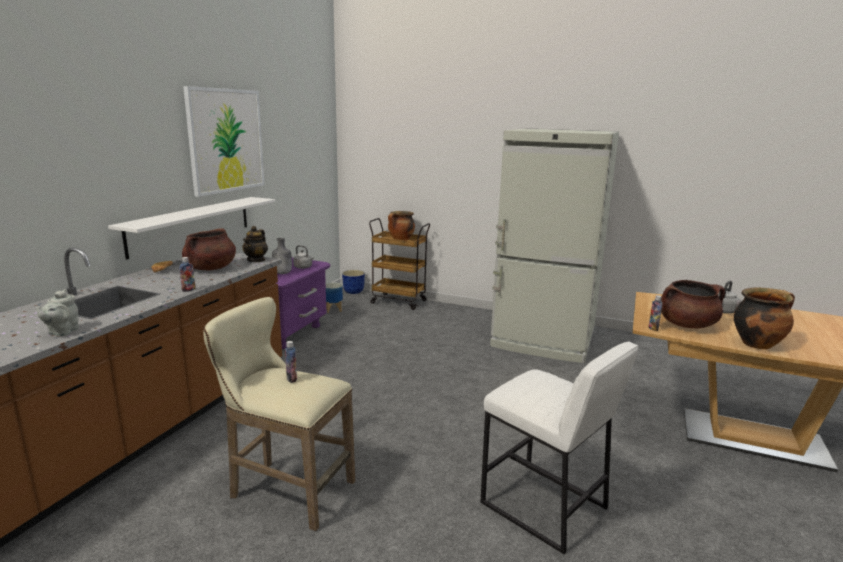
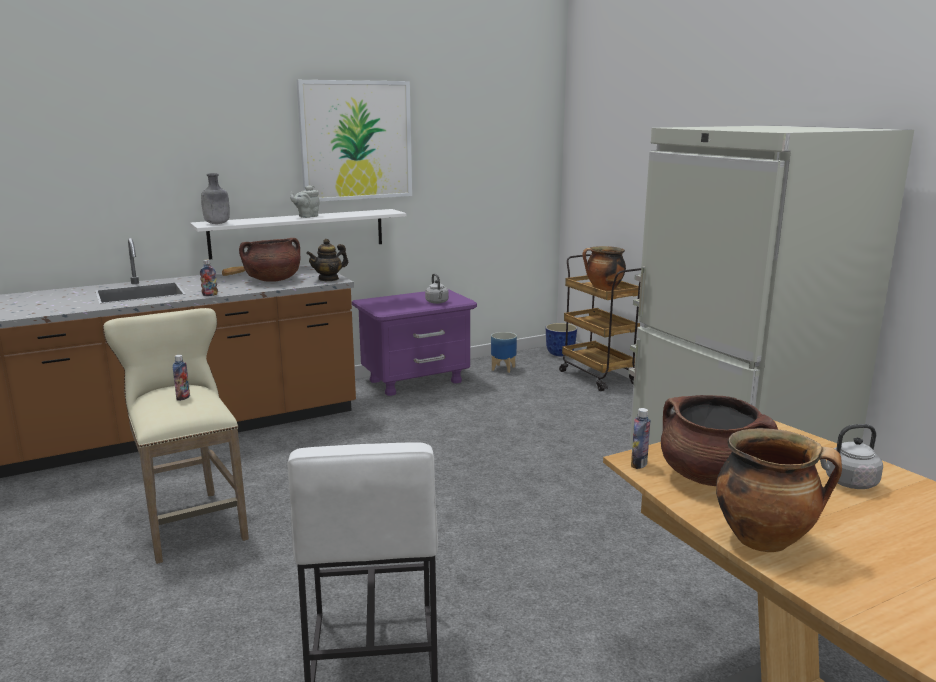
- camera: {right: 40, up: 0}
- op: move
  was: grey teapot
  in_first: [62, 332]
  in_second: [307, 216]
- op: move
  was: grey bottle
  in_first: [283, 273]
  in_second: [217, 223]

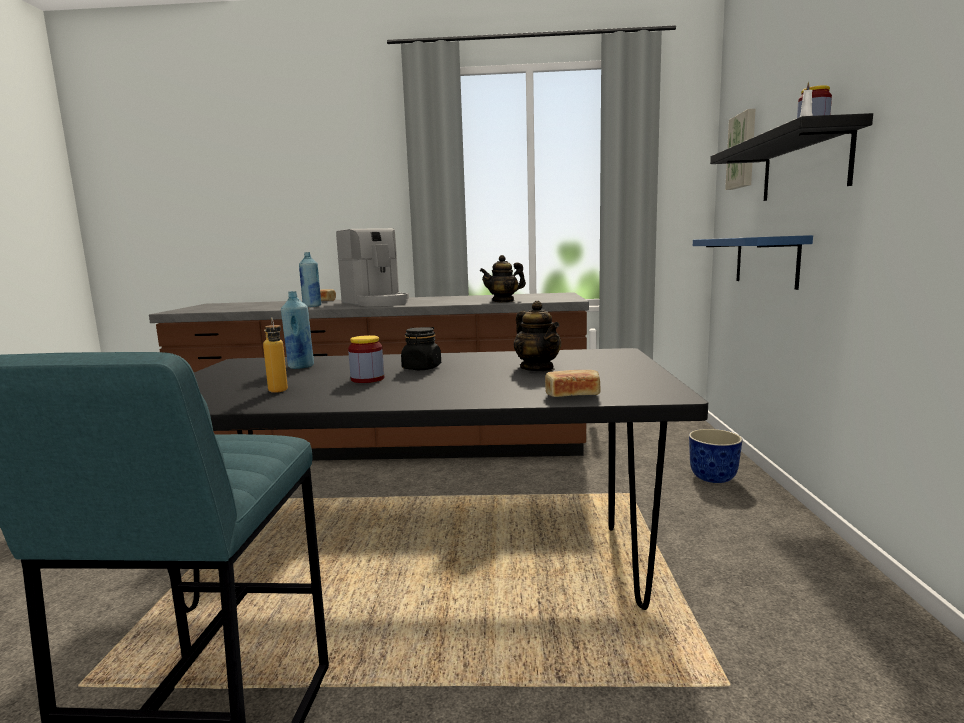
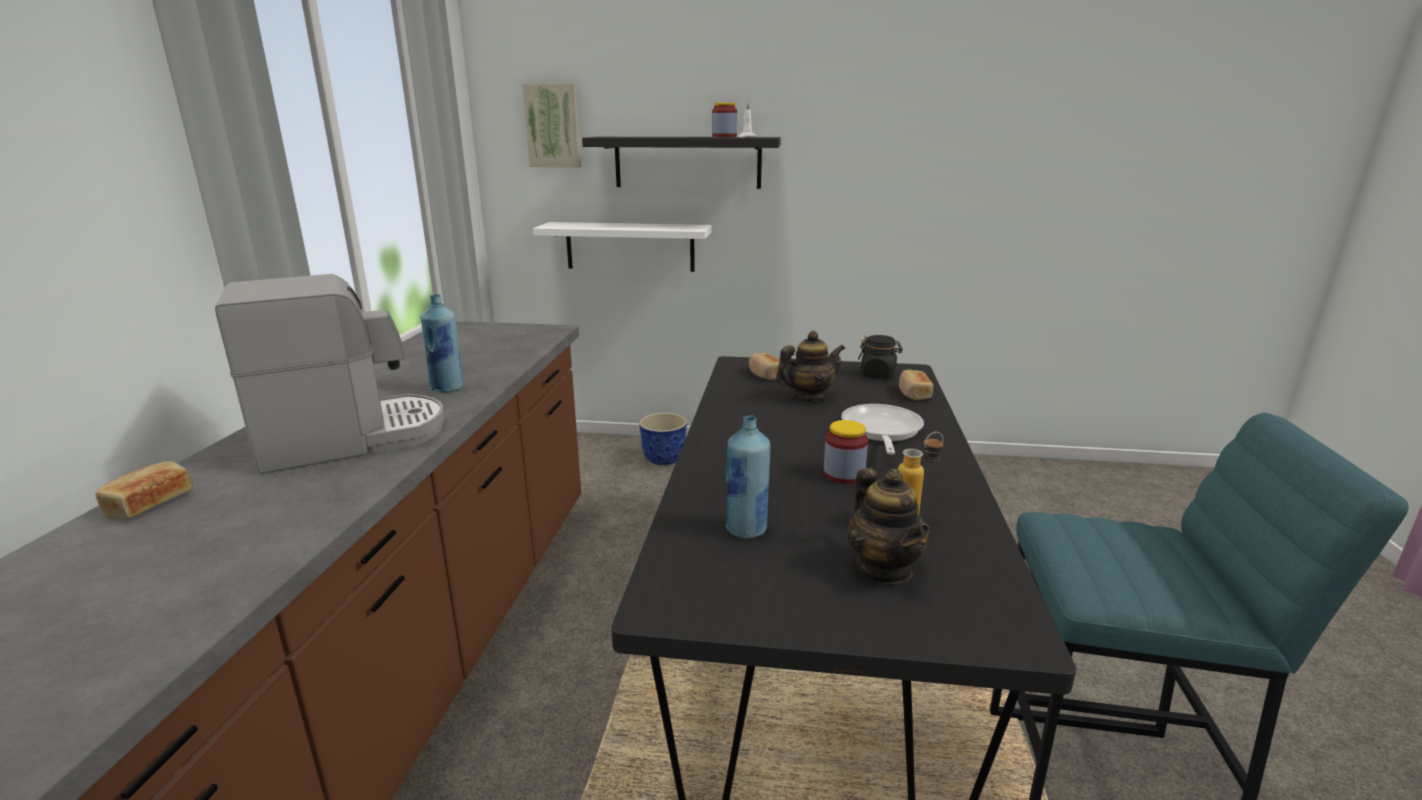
- camera: {right: -85, up: 10}
- op: insert
  now: bread
  in_second: [765, 374]
- op: insert
  now: frying pan
  in_second: [881, 431]
- op: move
  was: blue bottle
  in_first: [312, 306]
  in_second: [447, 388]
- op: move
  was: black jar
  in_first: [421, 368]
  in_second: [878, 374]
- op: move
  was: teapot
  in_first: [503, 301]
  in_second: [884, 568]
- op: recolor
  was: blue shelf
  now: white shelf
  in_first: [766, 261]
  in_second: [630, 246]

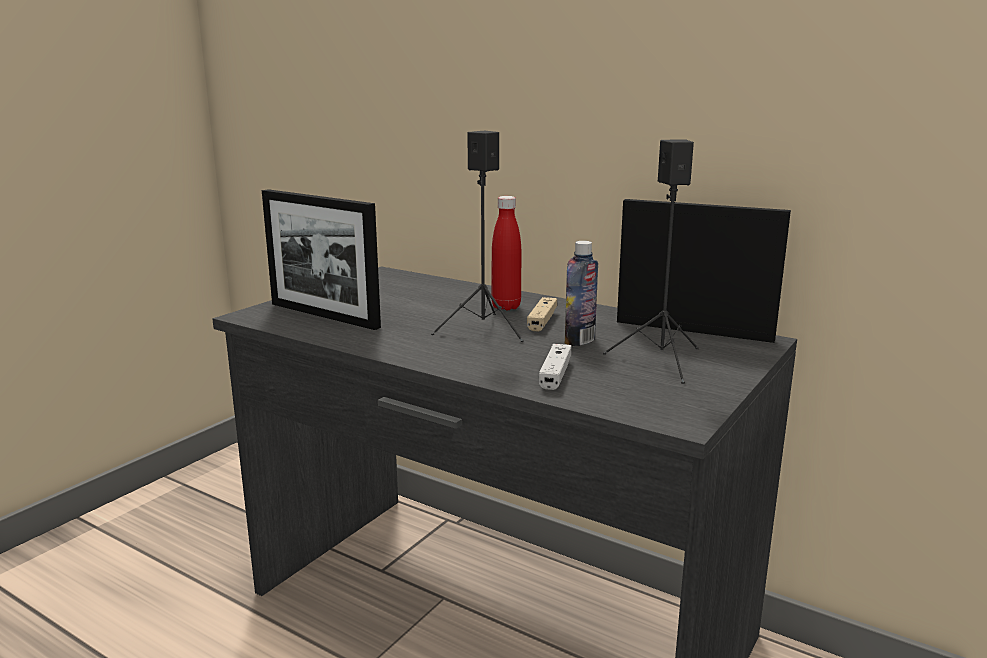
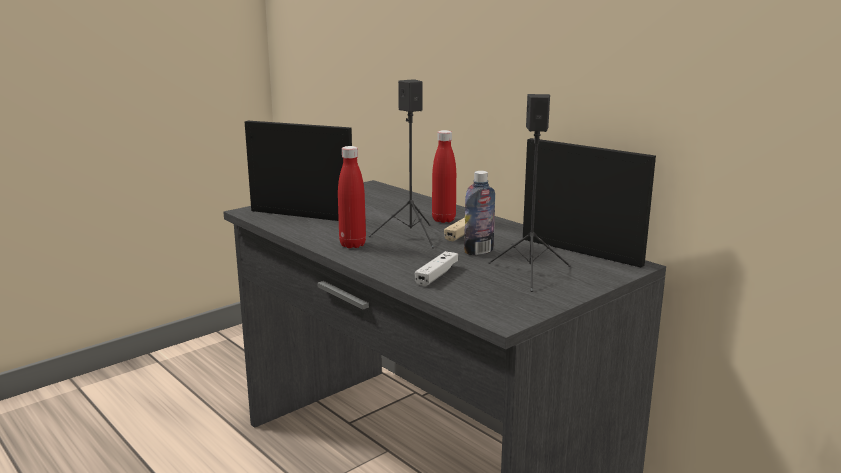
- camera: {right: 15, up: 0}
- op: insert
  now: red bottle
  in_second: [352, 245]
- op: rotate
  was: picture frame
  in_first: [324, 315]
  in_second: [301, 215]
  clockwise: 150

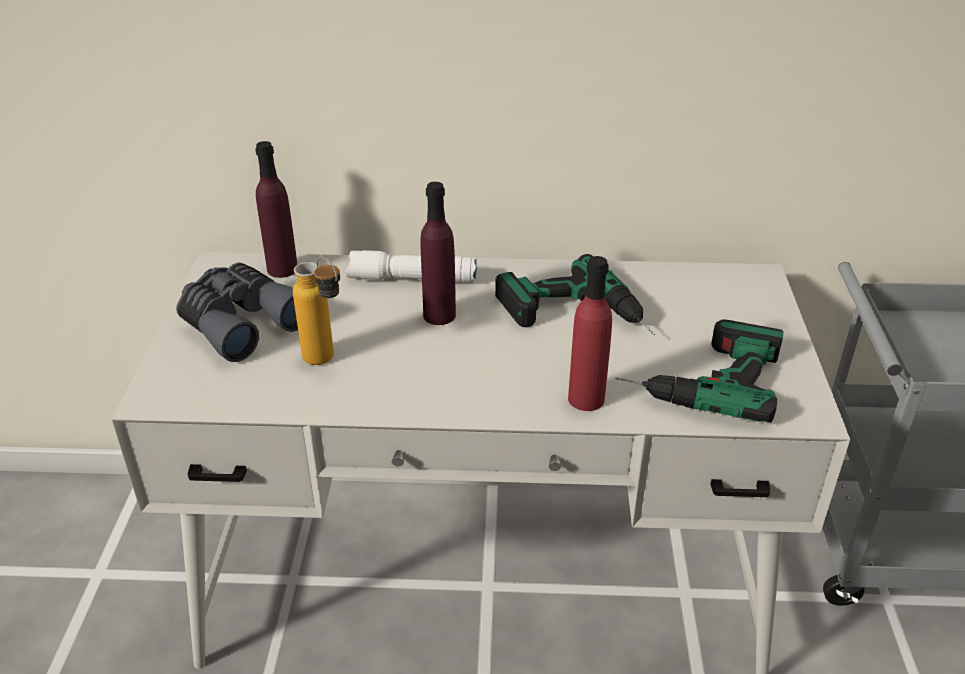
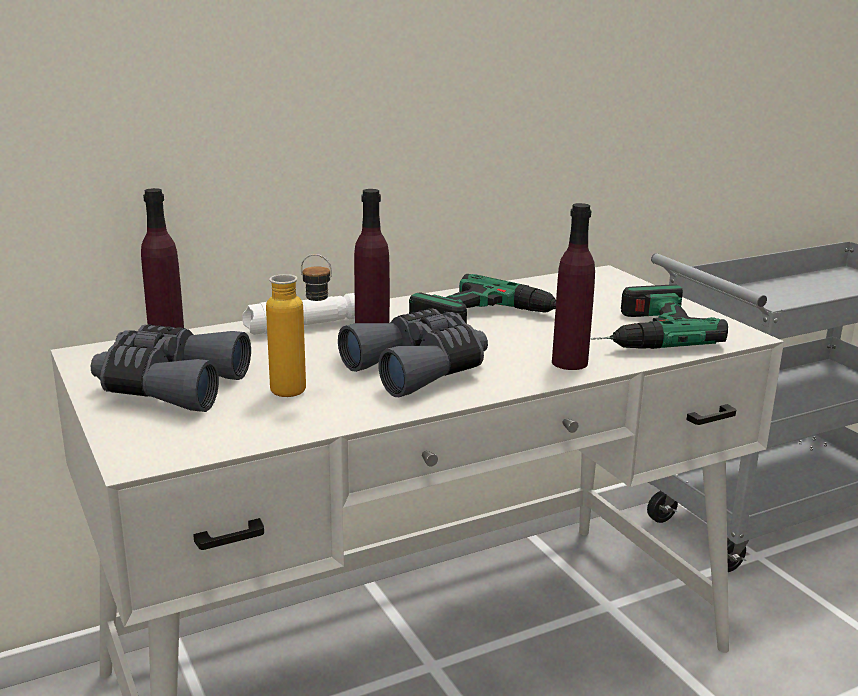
- camera: {right: -30, up: -15}
- op: insert
  now: grey binoculars
  in_second: [419, 369]
- op: recolor
  was: red bottle
  now: purple bottle
  in_first: [586, 399]
  in_second: [569, 363]

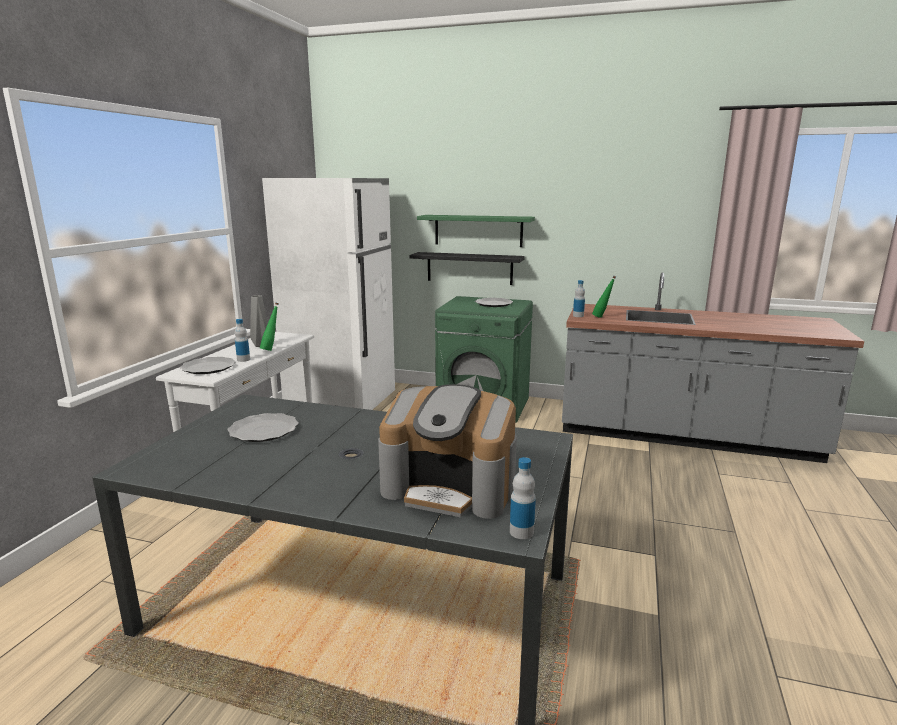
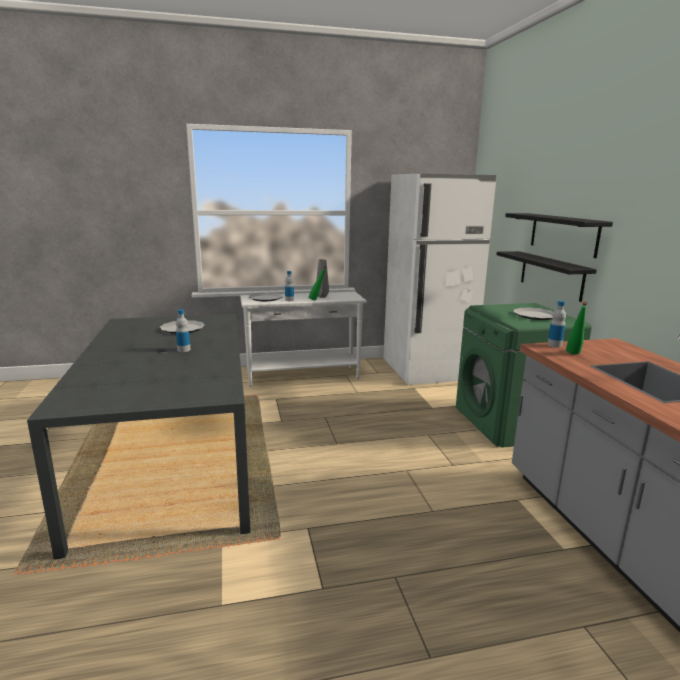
- camera: {right: 60, up: 0}
- op: delete
  was: coffee machine
  in_first: [450, 487]
- op: move
  was: bottle
  in_first: [521, 532]
  in_second: [184, 350]
- op: recolor
  was: green shelf
  now: black shelf
  in_first: [478, 230]
  in_second: [563, 234]

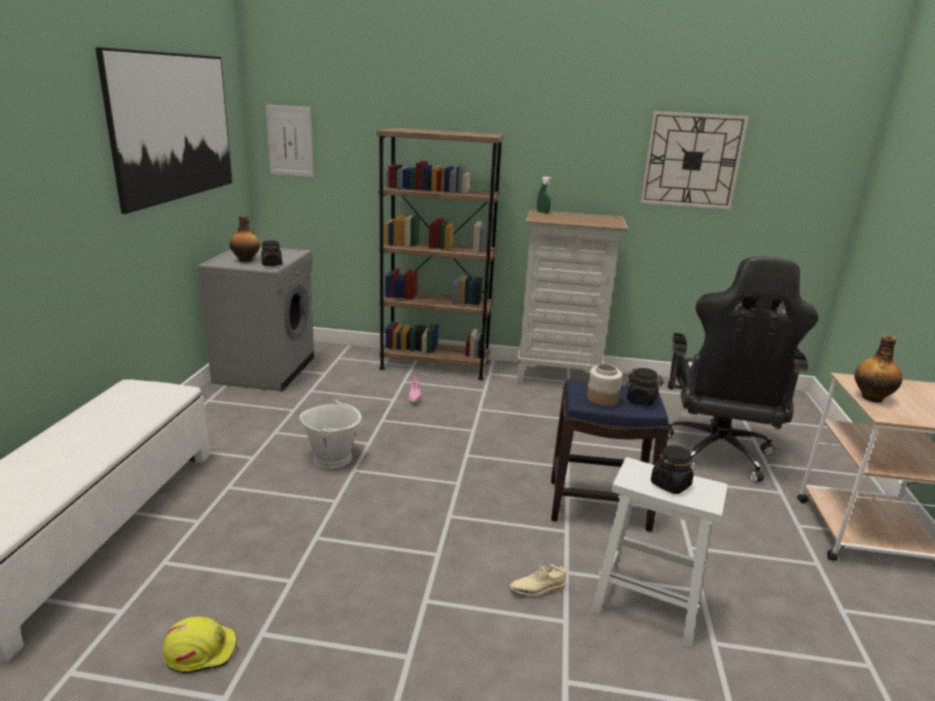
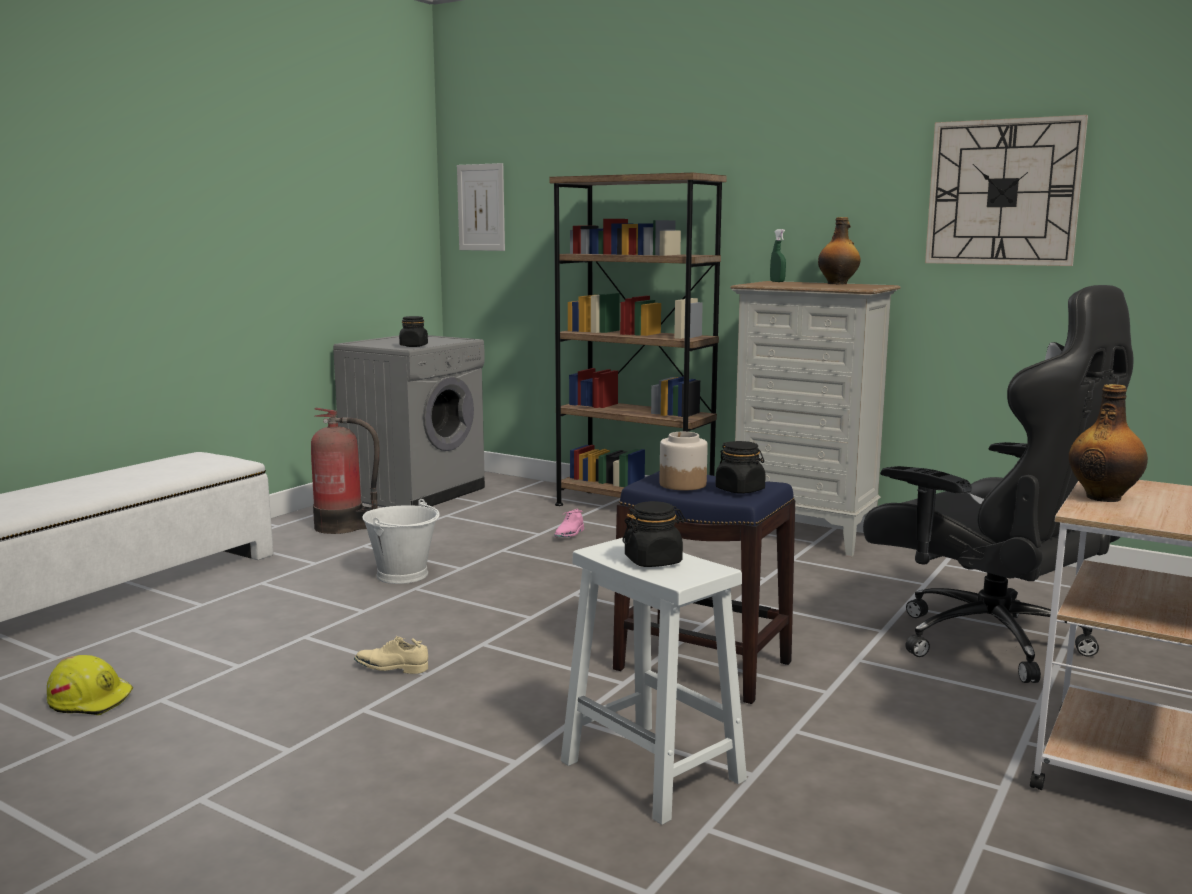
- camera: {right: 25, up: -10}
- op: delete
  was: picture
  in_first: [174, 127]
- op: insert
  now: fire extinguisher
  in_second: [343, 527]
- op: move
  was: bottle
  in_first: [246, 260]
  in_second: [838, 283]
- op: move
  was: beige shoe
  in_first: [537, 590]
  in_second: [391, 668]
- op: rotate
  was: black office chair
  in_first: [715, 449]
  in_second: [979, 639]
  clockwise: -75

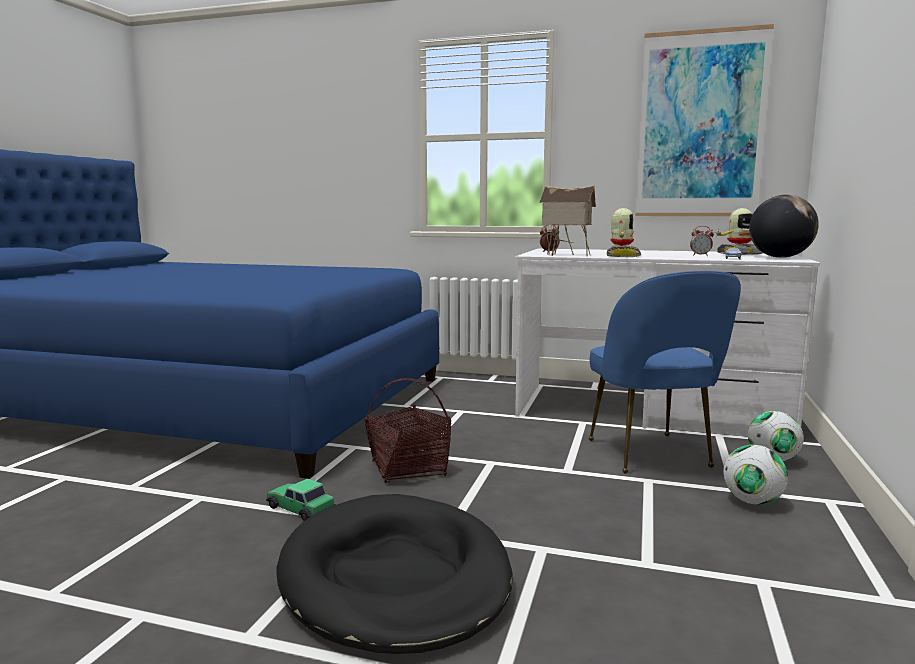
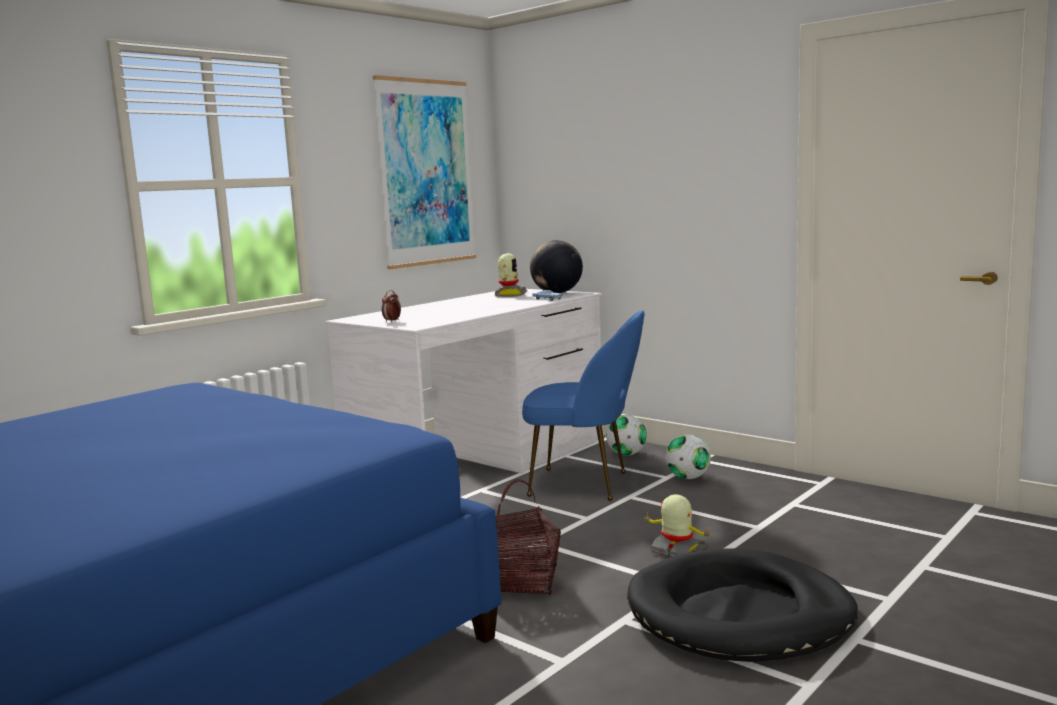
- camera: {right: -65, up: 0}
- op: delete
  was: toy car
  in_first: [300, 508]
- op: delete
  was: toy house
  in_first: [565, 255]
- op: delete
  was: alarm clock
  in_first: [700, 255]
- op: move
  was: toy robot
  in_first: [622, 256]
  in_second: [677, 551]

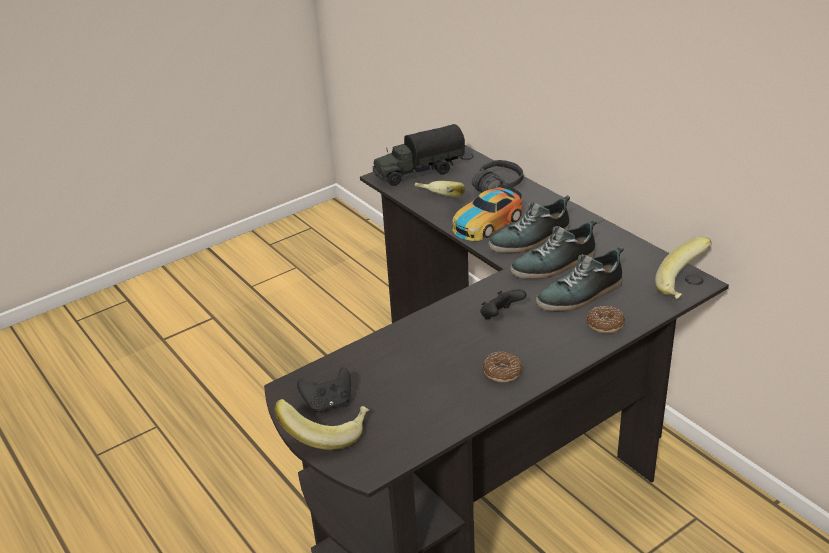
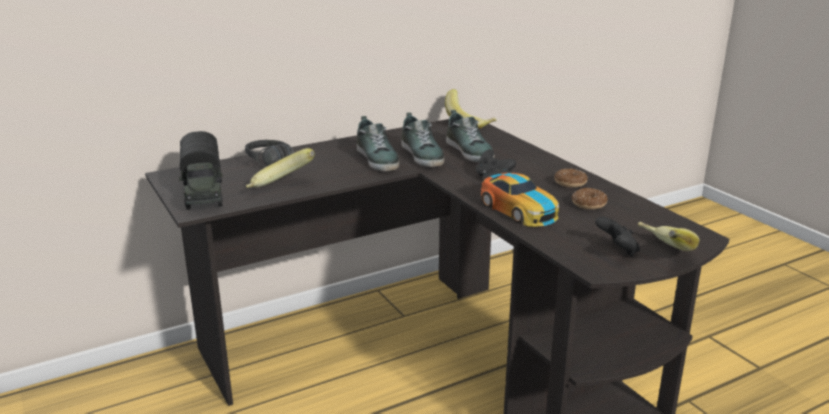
- camera: {right: -85, up: -10}
- op: move
  was: toy car
  in_first: [486, 223]
  in_second: [519, 210]
- op: move
  was: donut
  in_first: [605, 324]
  in_second: [589, 204]

